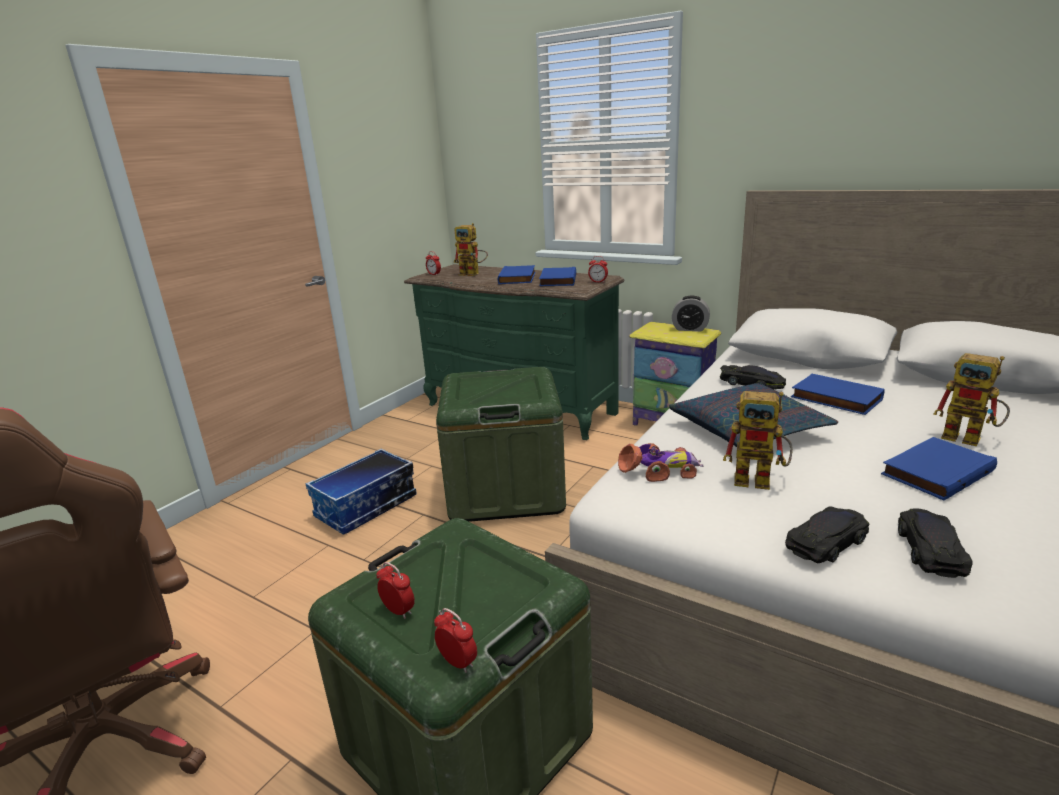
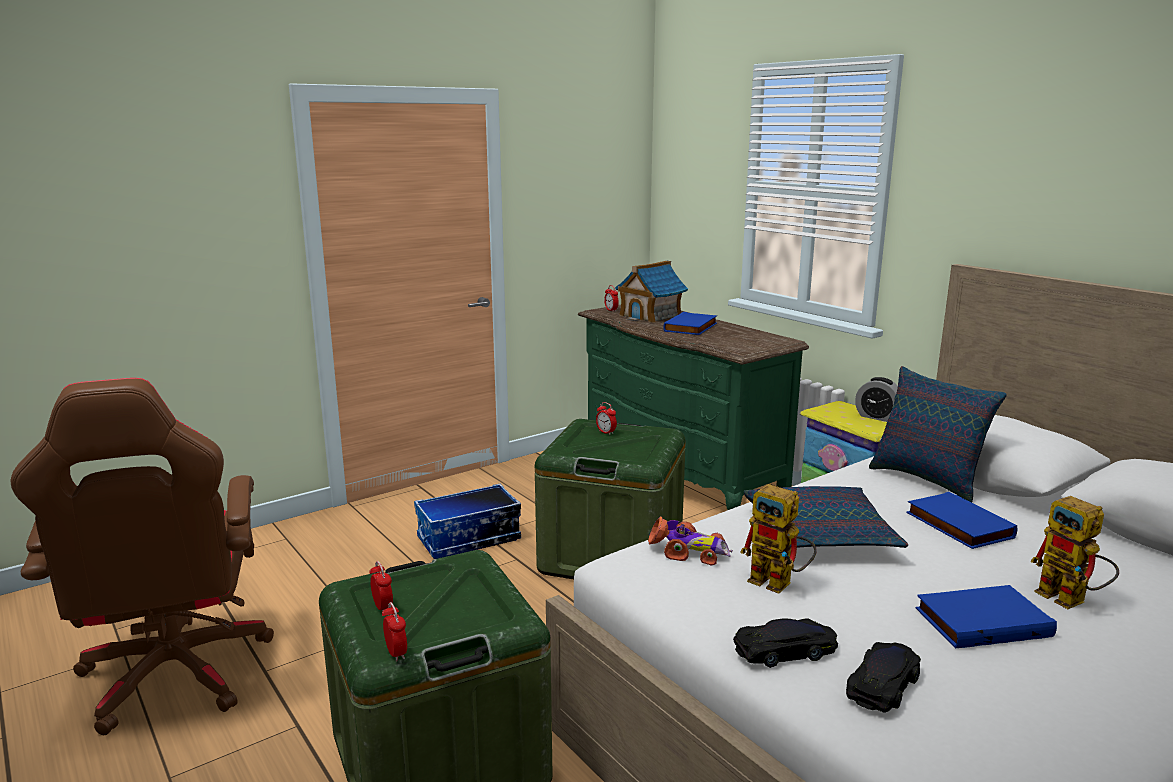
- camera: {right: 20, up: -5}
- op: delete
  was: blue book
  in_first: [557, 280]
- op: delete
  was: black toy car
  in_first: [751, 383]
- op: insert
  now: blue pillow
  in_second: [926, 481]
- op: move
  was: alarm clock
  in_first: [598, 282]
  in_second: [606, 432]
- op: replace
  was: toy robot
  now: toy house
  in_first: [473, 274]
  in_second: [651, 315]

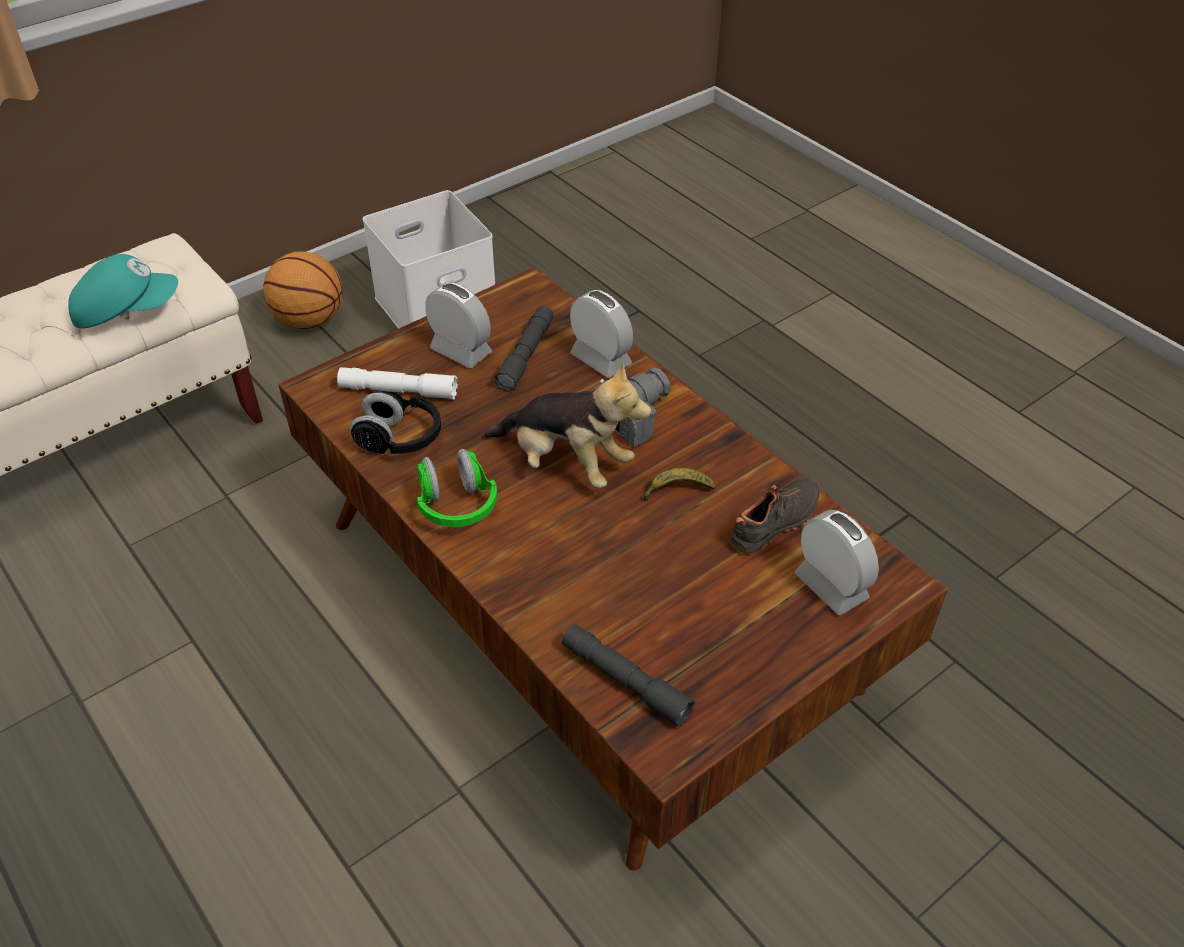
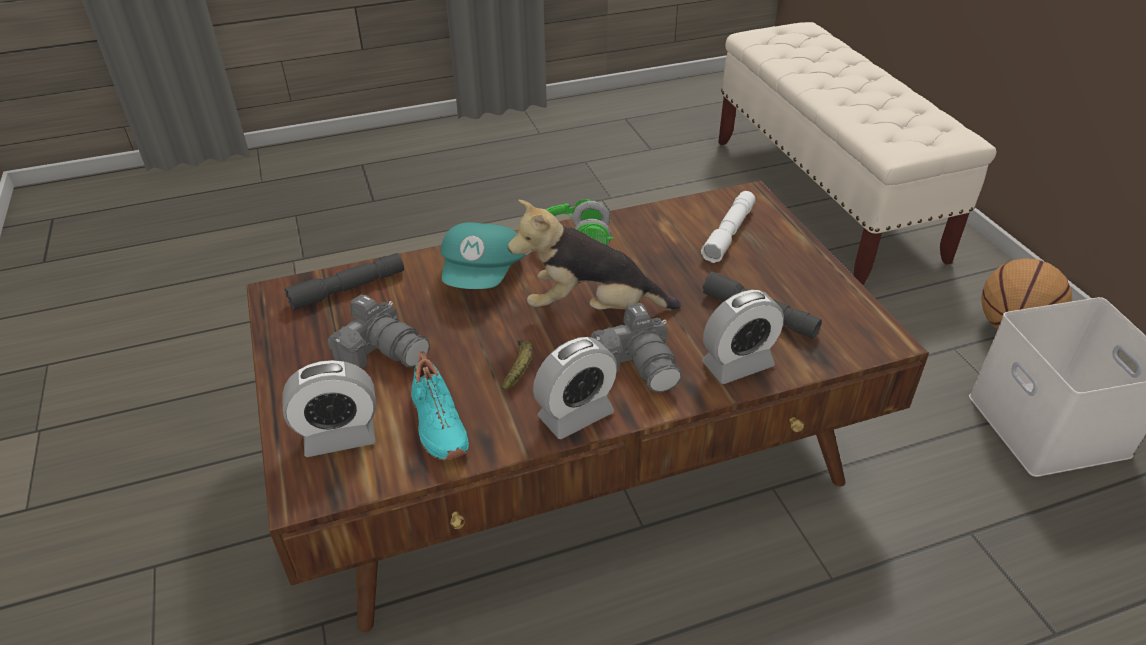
- camera: {right: 110, up: -5}
- op: delete
  was: black headphones
  in_first: [399, 439]
- op: insert
  now: photo camera
  in_second: [383, 351]
- op: move
  was: turquoise cap
  in_first: [126, 311]
  in_second: [484, 275]
- op: move
  was: alarm clock
  in_first: [461, 351]
  in_second: [575, 415]
- op: recolor
  was: black shoe
  now: turquoise shoe
  in_first: [776, 524]
  in_second: [436, 425]
- op: rotate
  was: plush toy
  in_first: [566, 463]
  in_second: [592, 308]
  clockwise: 45

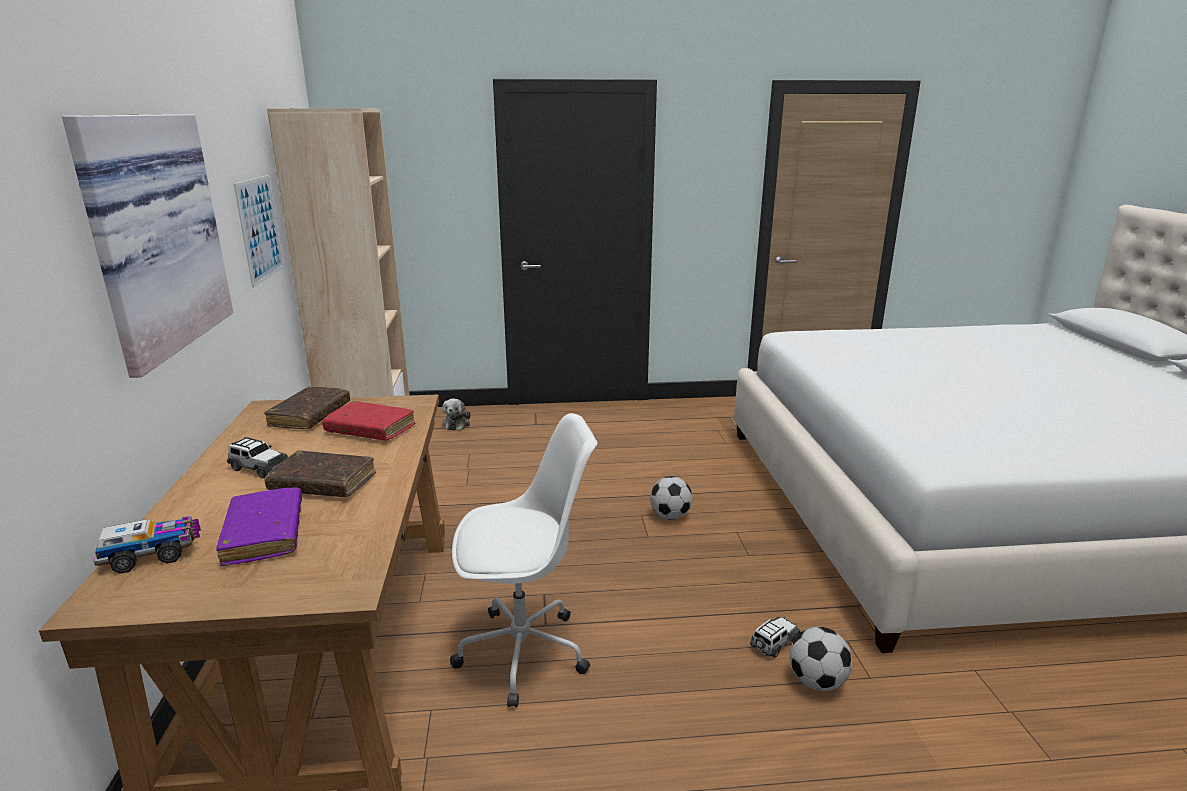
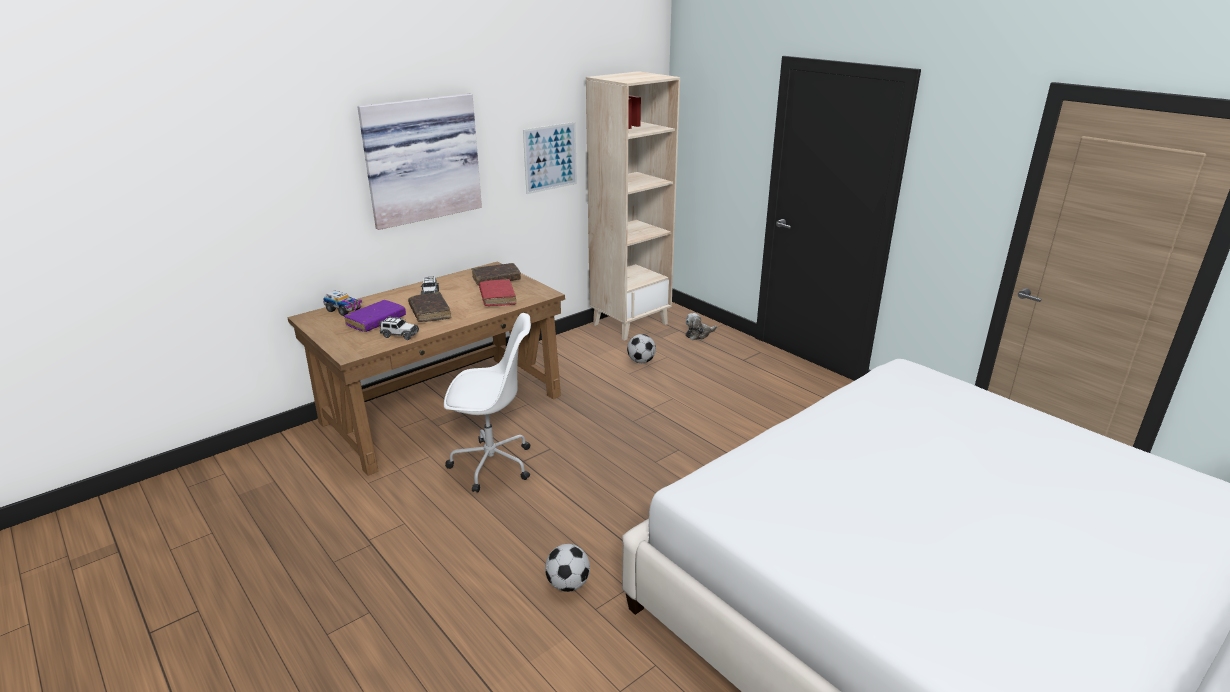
- camera: {right: 55, up: 5}
- op: move
  was: football
  in_first: [670, 516]
  in_second: [640, 361]
- op: move
  was: toy car
  in_first: [774, 643]
  in_second: [399, 335]
- op: rotate
  was: white office chair
  in_first: [525, 652]
  in_second: [494, 464]
  clockwise: -45

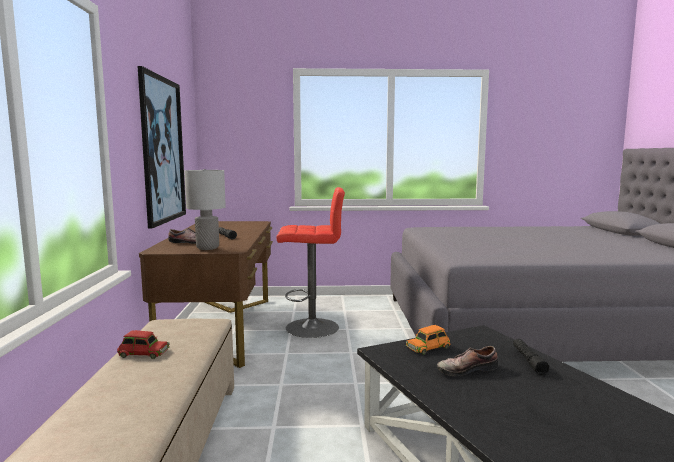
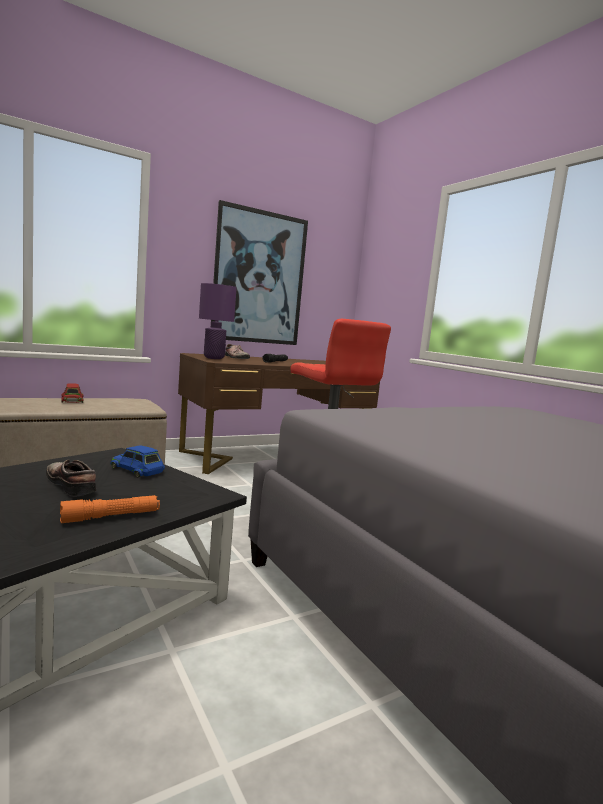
- camera: {right: 60, up: 0}
- op: recolor
  was: grey table lamp
  now: purple table lamp
  in_first: [207, 249]
  in_second: [213, 358]
- op: recolor
  was: orange toy car
  now: blue toy car
  in_first: [428, 347]
  in_second: [138, 470]
- op: recolor
  was: black flashlight
  now: orange flashlight
  in_first: [528, 361]
  in_second: [111, 517]

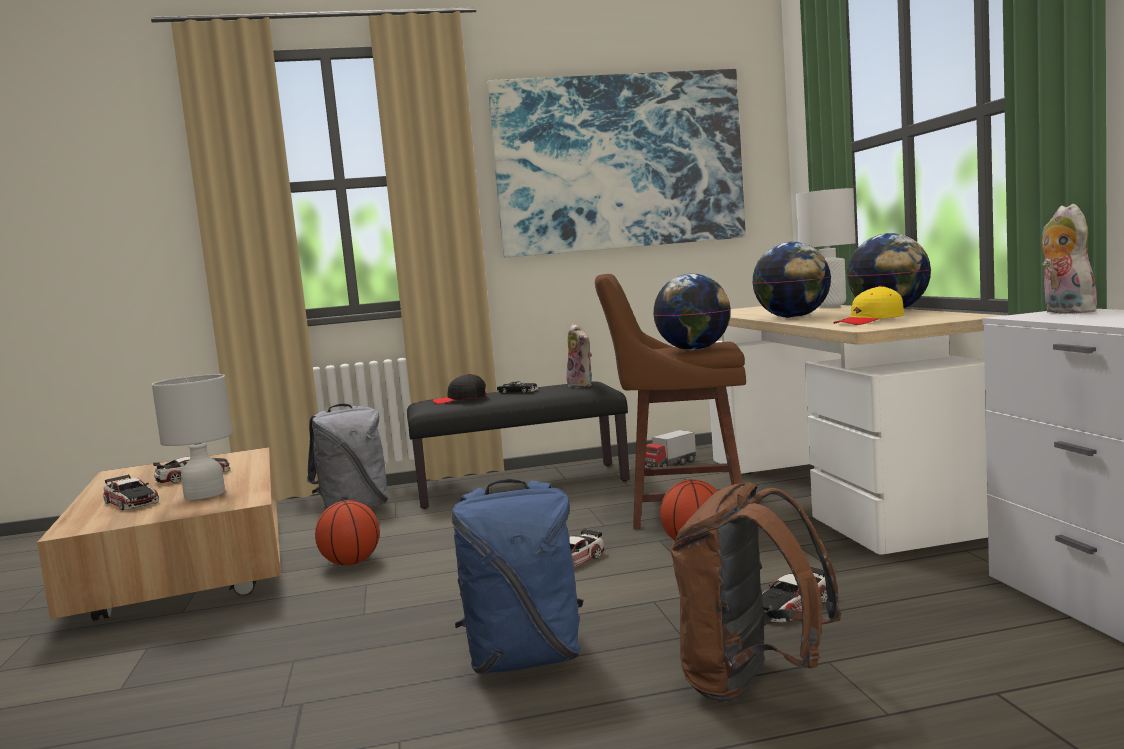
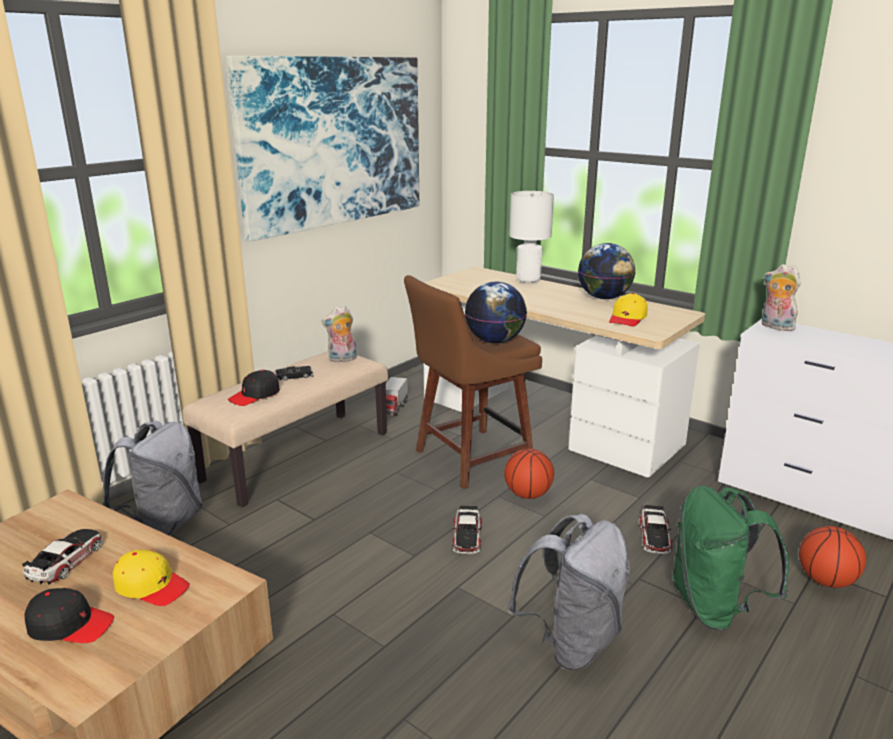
- camera: {right: -40, up: 15}
- op: delete
  was: globe
  in_first: [793, 317]
- op: move
  was: basketball
  in_first: [351, 563]
  in_second: [825, 581]
- op: replace
  was: toy car
  now: black cap
  in_first: [131, 502]
  in_second: [70, 625]
- op: replace
  was: grey table lamp
  now: yellow cap
  in_first: [205, 494]
  in_second: [151, 586]
- op: recolor
  was: black bench
  now: beige bench
  in_first: [522, 485]
  in_second: [297, 456]
- op: recolor
  was: blue backpack
  now: grey backpack
  in_first: [525, 659]
  in_second: [571, 642]
- op: recolor
  was: brown backpack
  now: green backpack
  in_first: [752, 683]
  in_second: [715, 608]
- op: rotate
  was: plush toy
  in_first: [582, 385]
  in_second: [342, 359]
  clockwise: 135

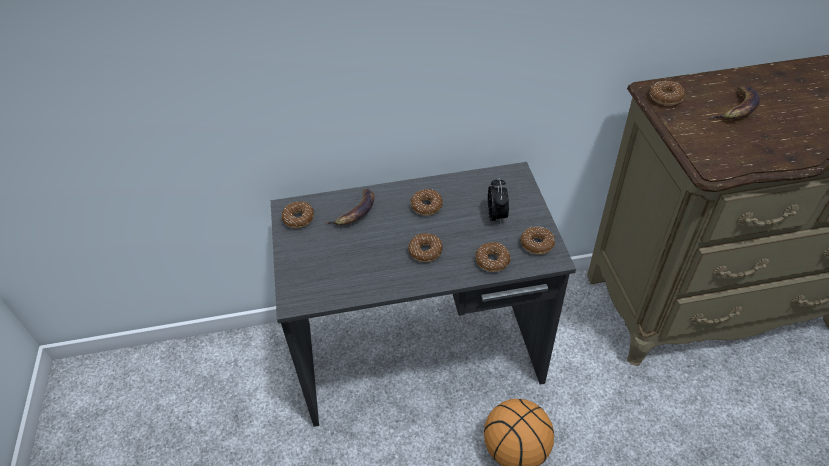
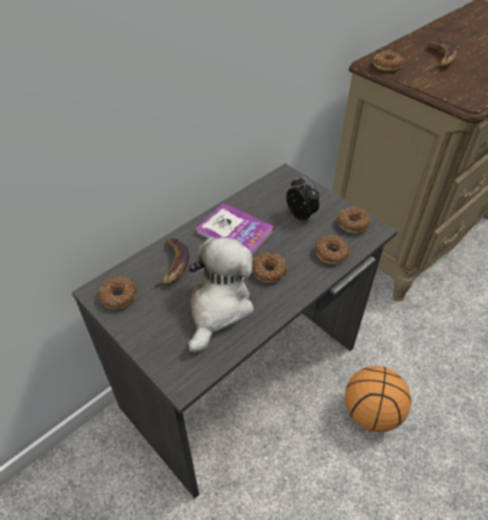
- camera: {right: -35, up: 0}
- op: insert
  now: plush toy
  in_second: [219, 307]
- op: replace
  was: donut
  now: book
  in_first: [426, 206]
  in_second: [235, 232]

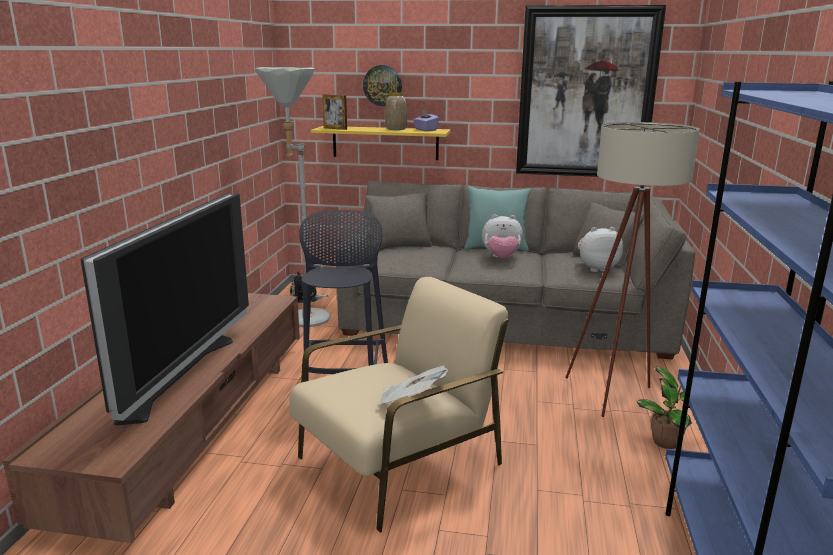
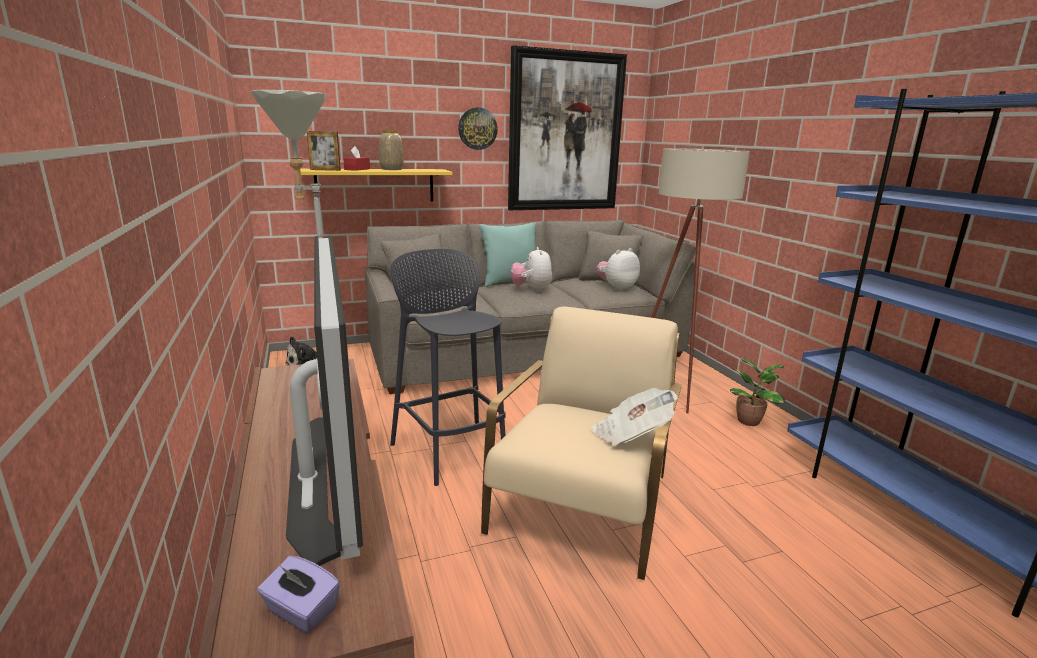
- camera: {right: -30, up: 0}
- op: insert
  now: red tissue box
  in_second: [357, 169]
- op: move
  was: wall clock
  in_first: [382, 85]
  in_second: [477, 128]
- op: move
  was: purple tissue box
  in_first: [425, 130]
  in_second: [301, 611]
- op: rotate
  was: plush toy
  in_first: [501, 258]
  in_second: [531, 289]
  clockwise: 105

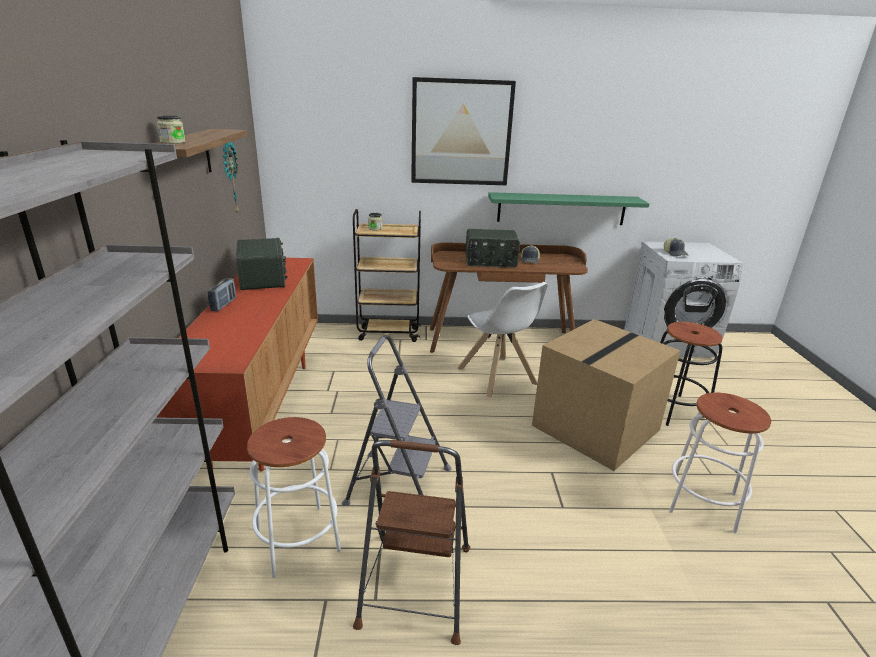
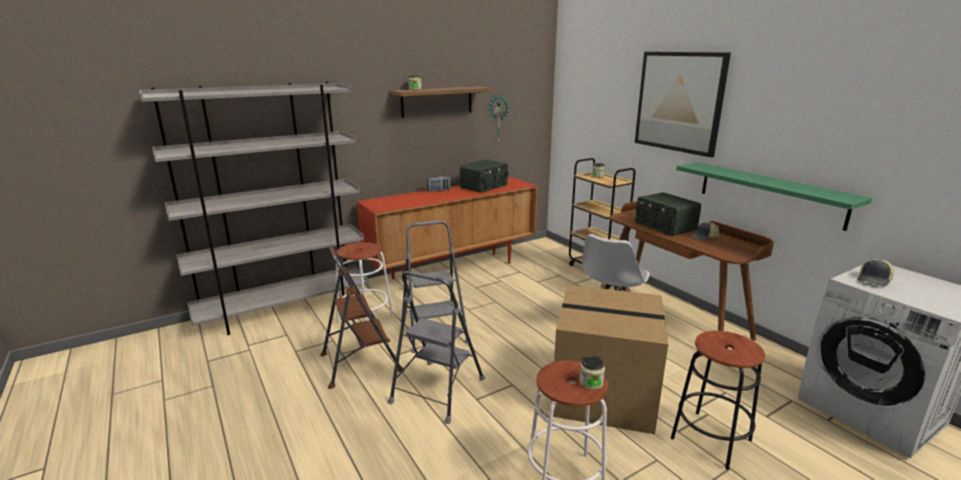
- camera: {right: 60, up: -5}
- op: insert
  now: grey step ladder
  in_second: [436, 391]
- op: insert
  now: jar
  in_second: [591, 383]

